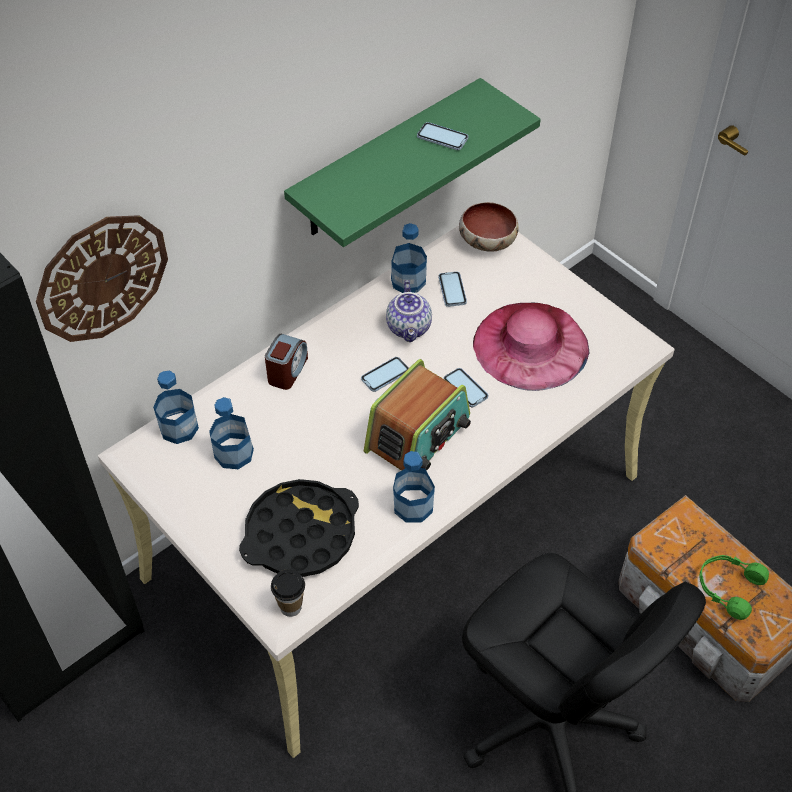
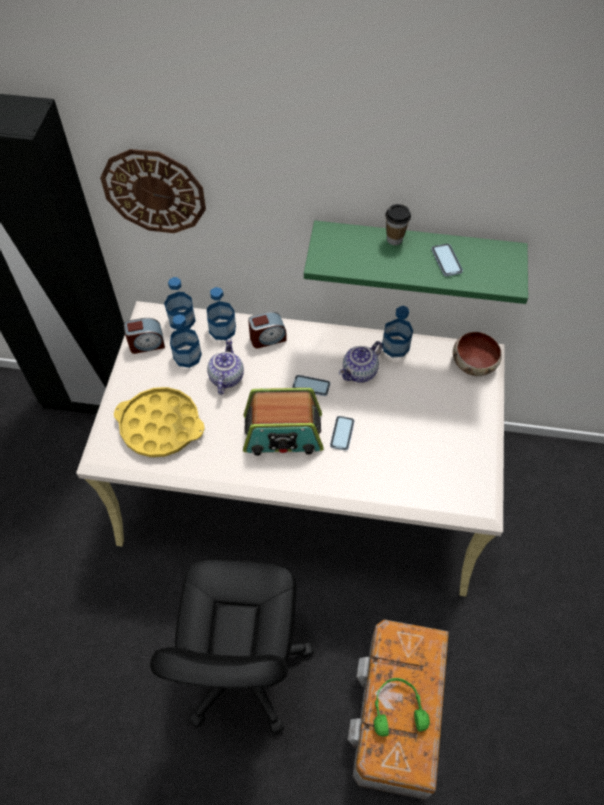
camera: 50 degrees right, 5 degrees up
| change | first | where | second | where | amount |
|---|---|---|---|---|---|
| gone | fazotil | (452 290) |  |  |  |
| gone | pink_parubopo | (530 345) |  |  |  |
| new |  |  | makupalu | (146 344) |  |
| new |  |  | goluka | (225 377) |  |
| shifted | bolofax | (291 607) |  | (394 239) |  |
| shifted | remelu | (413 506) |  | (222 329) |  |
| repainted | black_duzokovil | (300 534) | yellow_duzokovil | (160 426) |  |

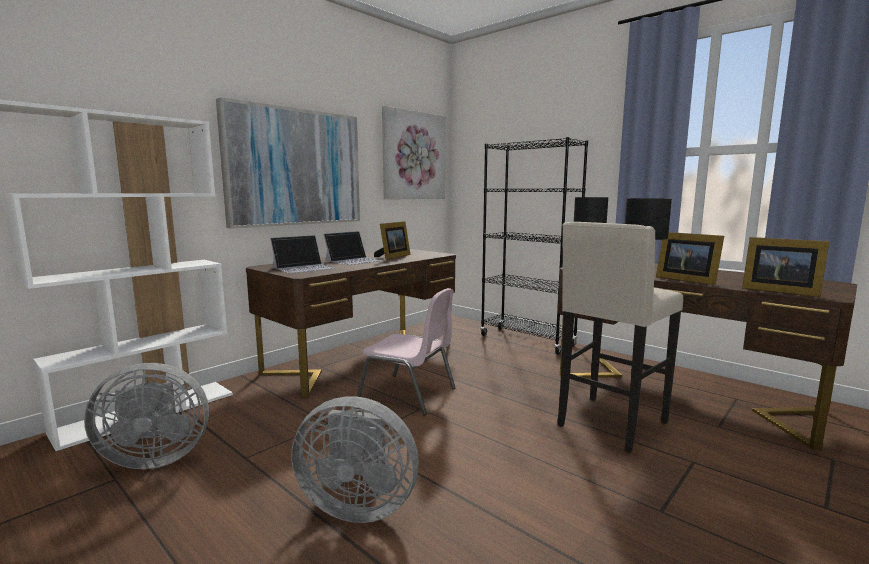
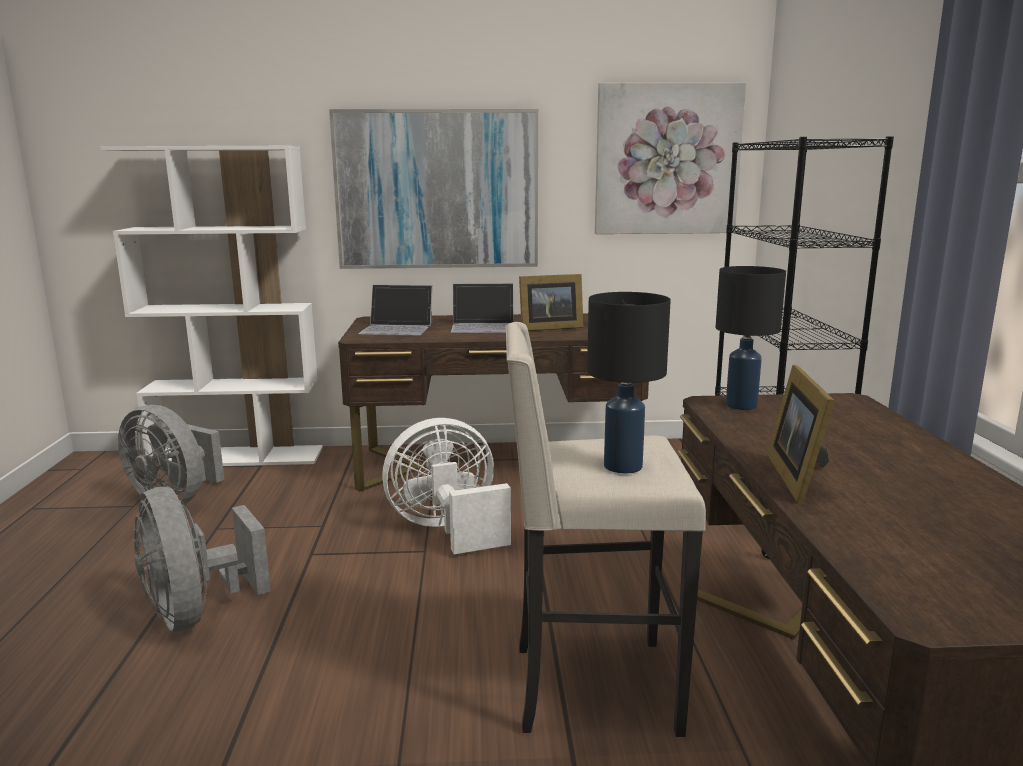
camera: 45 degrees right, 5 degrees up
| change | first | where | second | where | amount |
|---|---|---|---|---|---|
| gone | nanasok | (777 291) |  |  |  |
| swapped | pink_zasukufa | (409 394) | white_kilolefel | (448 529) |  |

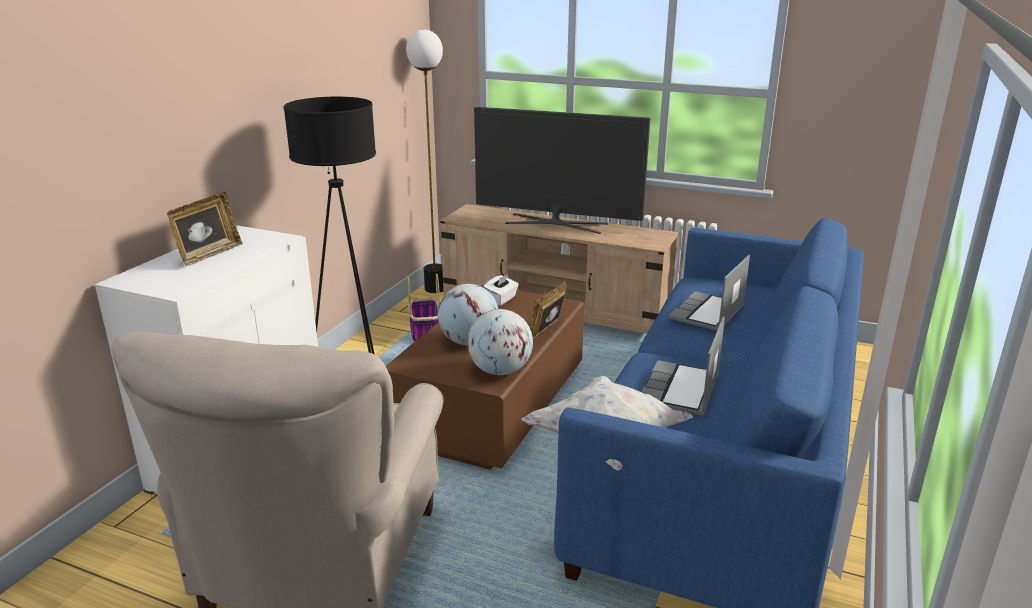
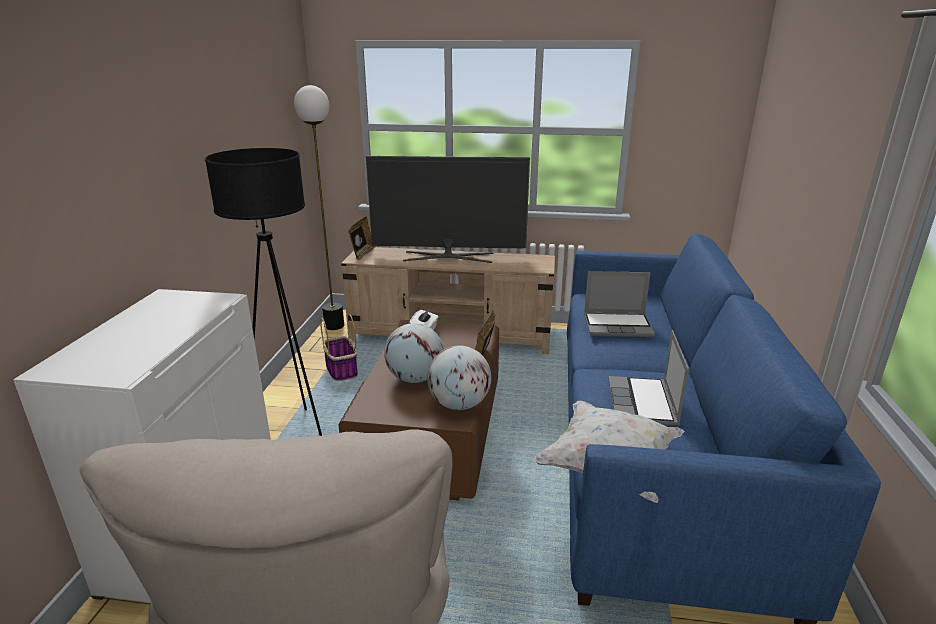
camera: 15 degrees left, 0 degrees up
| change | first | where | second | where | amount |
|---|---|---|---|---|---|
| shifted | nanasok | (209 254) |  | (362 254) |  |
| rotated | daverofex | (707 314) |  | (618 325) | 105 degrees counterclockwise |

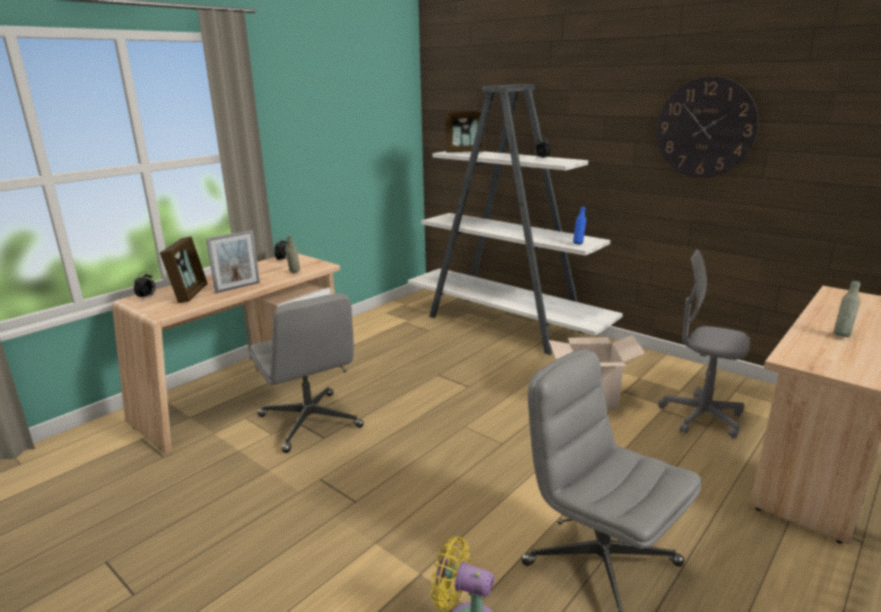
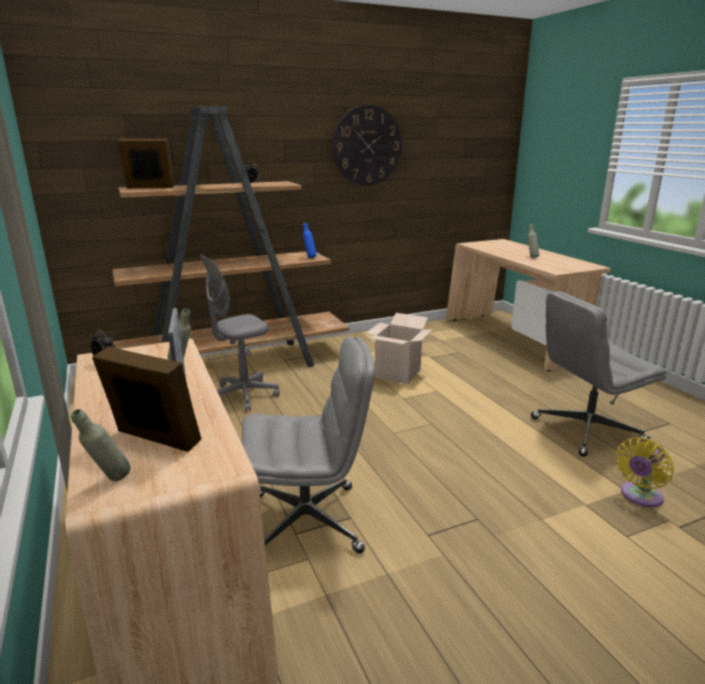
camera: 65 degrees left, 0 degrees up
| change | first | where | second | where | amount |
|---|---|---|---|---|---|
| shifted | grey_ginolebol | (701 417) |  | (243 395) |  |
| swapped | makupalu | (147 297) | grey_remelu | (109 482) |  |
| repainted | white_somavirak | (506 325) | brown_somavirak | (233 365) |  |
| rotated | nanasok | (465 152) |  | (149 188) | 120 degrees counterclockwise |

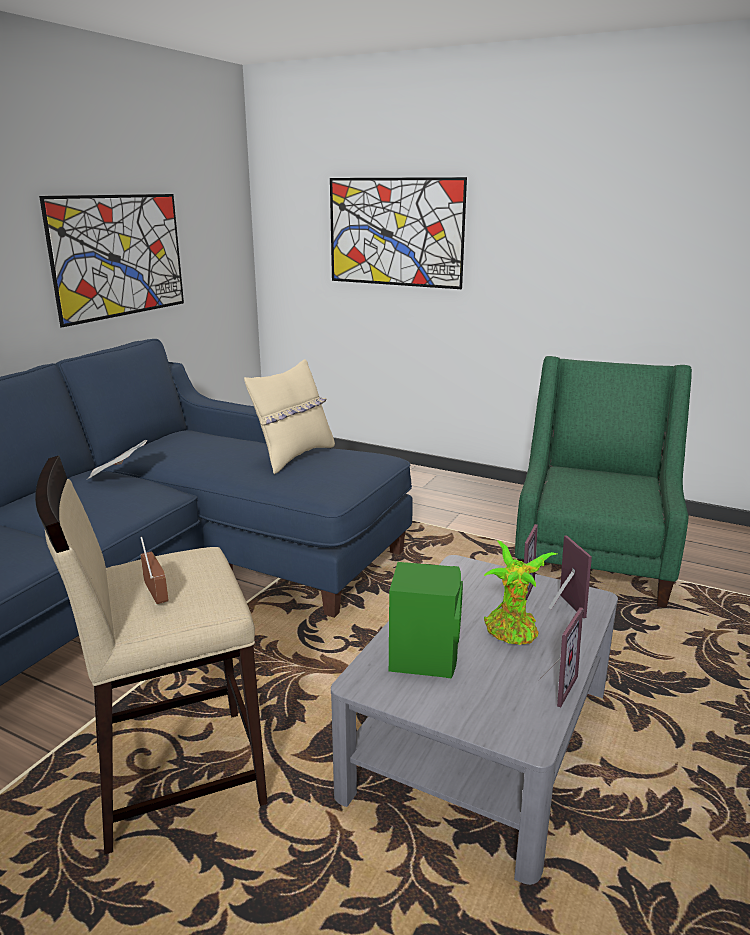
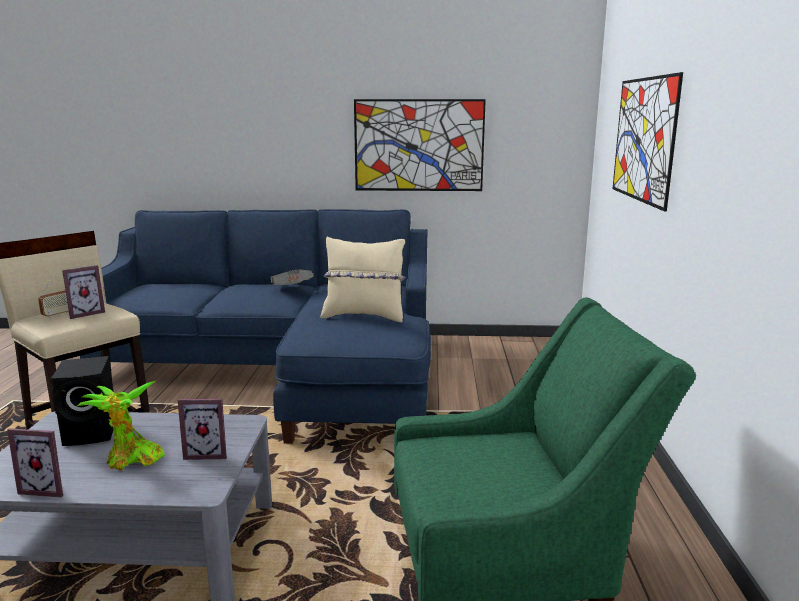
camera: 65 degrees right, 5 degrees down
| change | first | where | second | where | amount |
|---|---|---|---|---|---|
| shifted | nanasok | (562 607) |  | (85 313) |  |
| repainted | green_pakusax | (424 656) | black_pakusax | (93 432) |  |

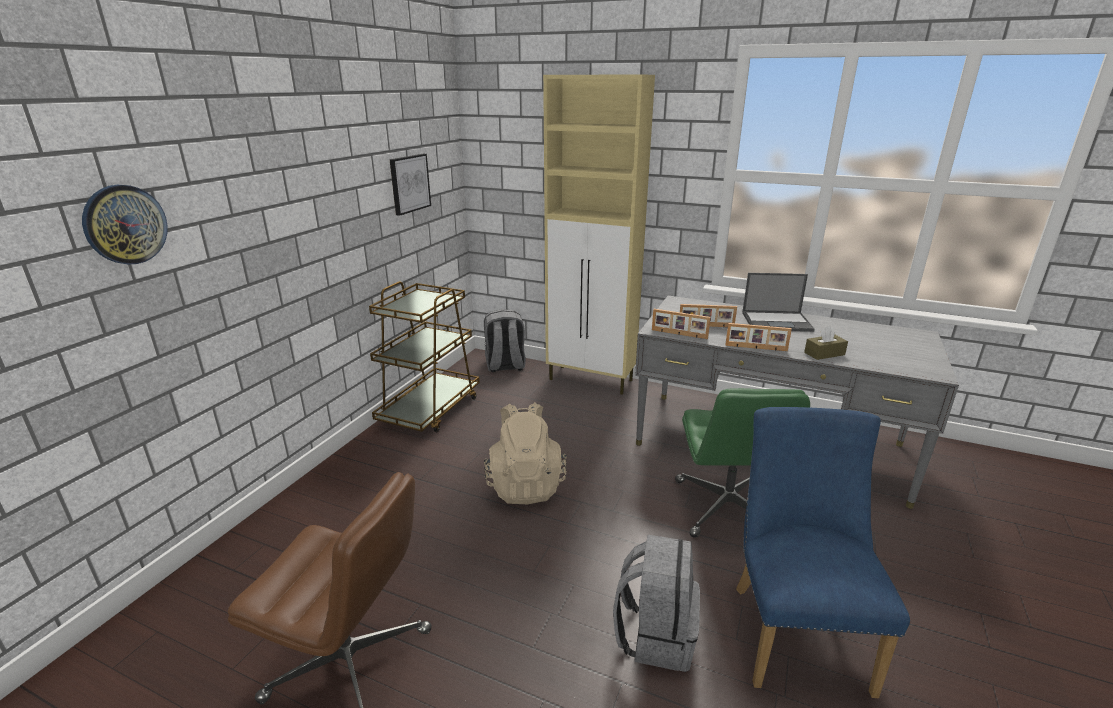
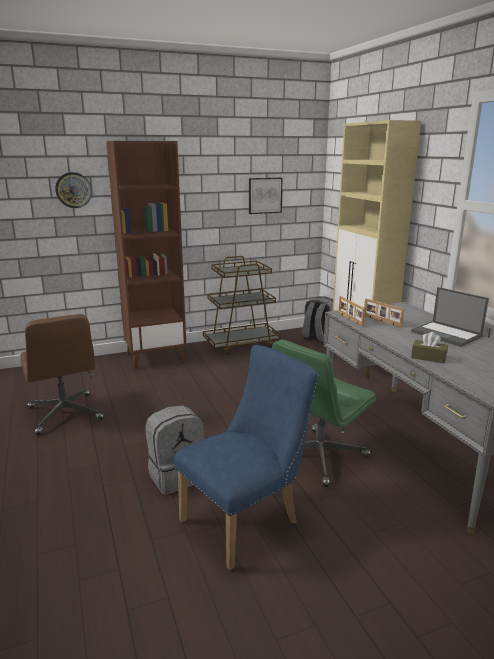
camera: 45 degrees right, 5 degrees down
| change | first | where | second | where | amount |
|---|---|---|---|---|---|
| gone | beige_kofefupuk | (525 485) |  |  |  |
| gone | nanasok | (756 348) |  |  |  |
| new |  |  | brown_somavirak | (156 357) |  |

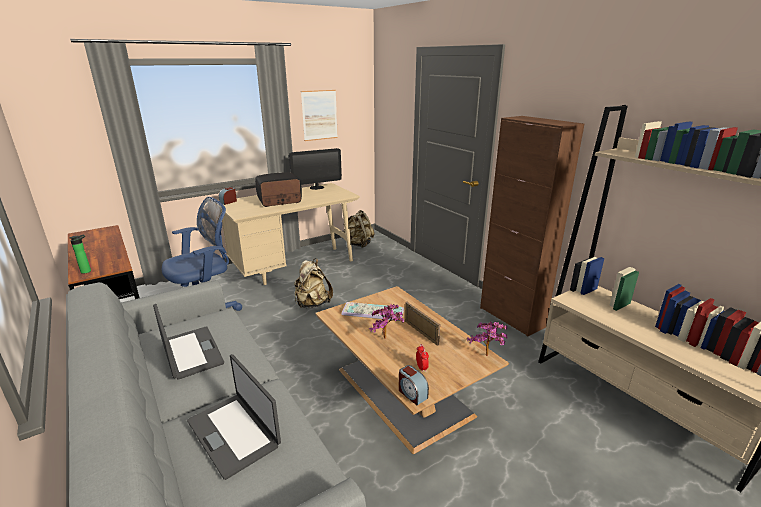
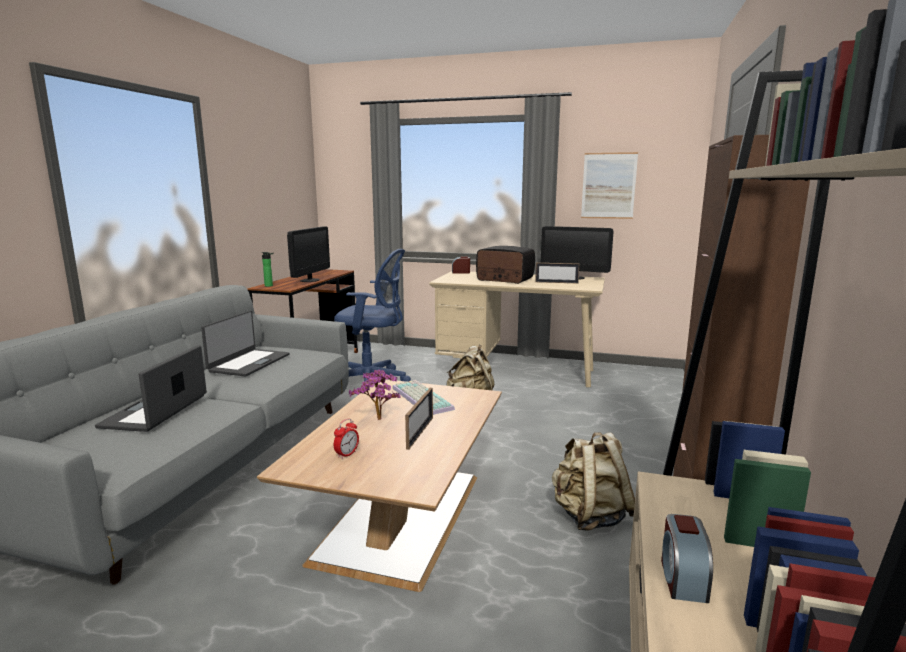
camera: 50 degrees right, 10 degrees down
| change | first | where | second | where | amount |
|---|---|---|---|---|---|
| gone | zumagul | (487 357) |  |  |  |
| new |  |  | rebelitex | (310 280) |  |
| new |  |  | nanasok | (556 282) |  |
| shifted | beige_kofefupuk | (358 244) |  | (589 516) |  |
| shifted | makupalu | (412 394) |  | (682 578) |  |

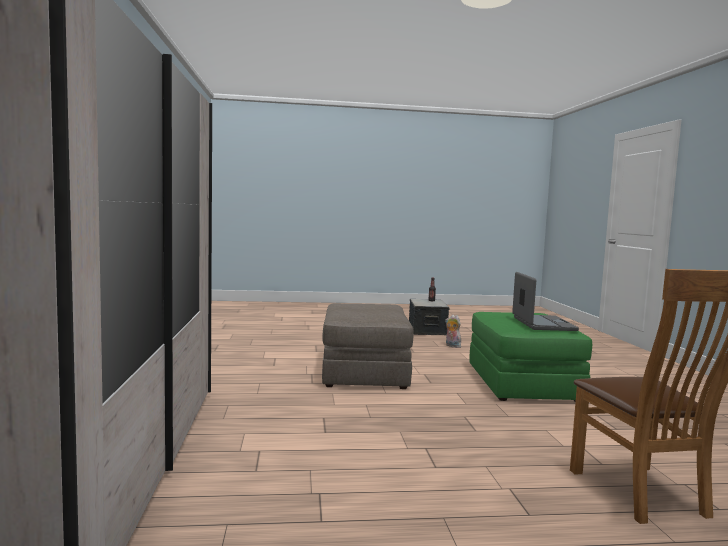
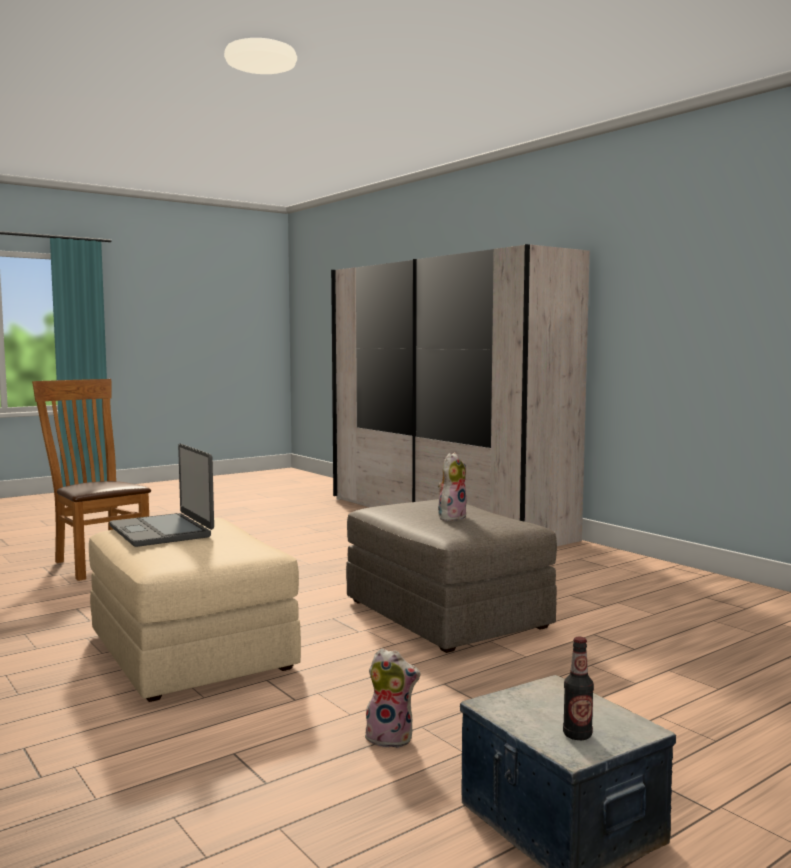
camera: 150 degrees right, 0 degrees up
| change | first | where | second | where | amount |
|---|---|---|---|---|---|
| new |  |  | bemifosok | (451 517) |  |
| repainted | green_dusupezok | (522 383) | beige_dusupezok | (191 651) |  |

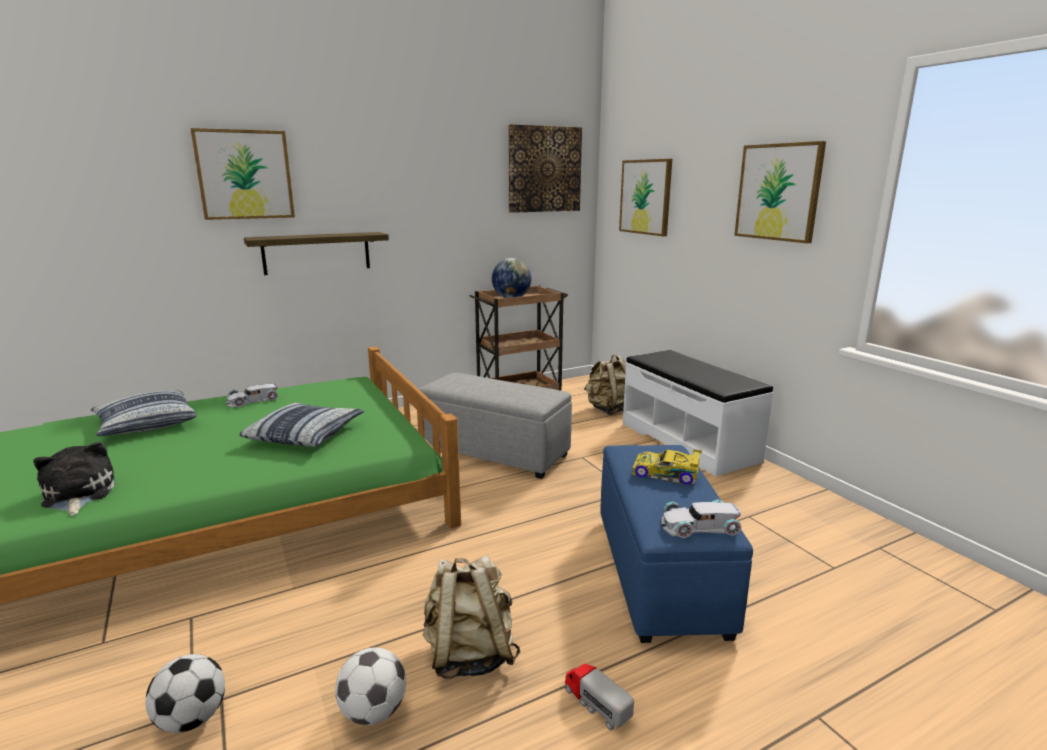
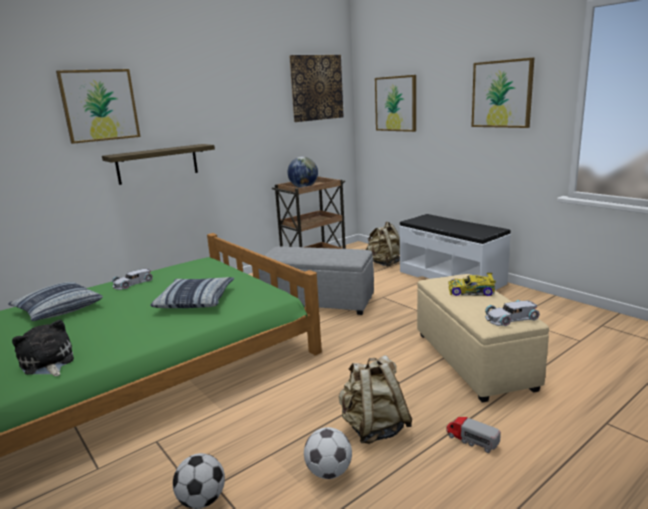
camera: 10 degrees left, 0 degrees up
| change | first | where | second | where | amount |
|---|---|---|---|---|---|
| repainted | blue_dusupezok | (660 573) | beige_dusupezok | (473 360) |  |

